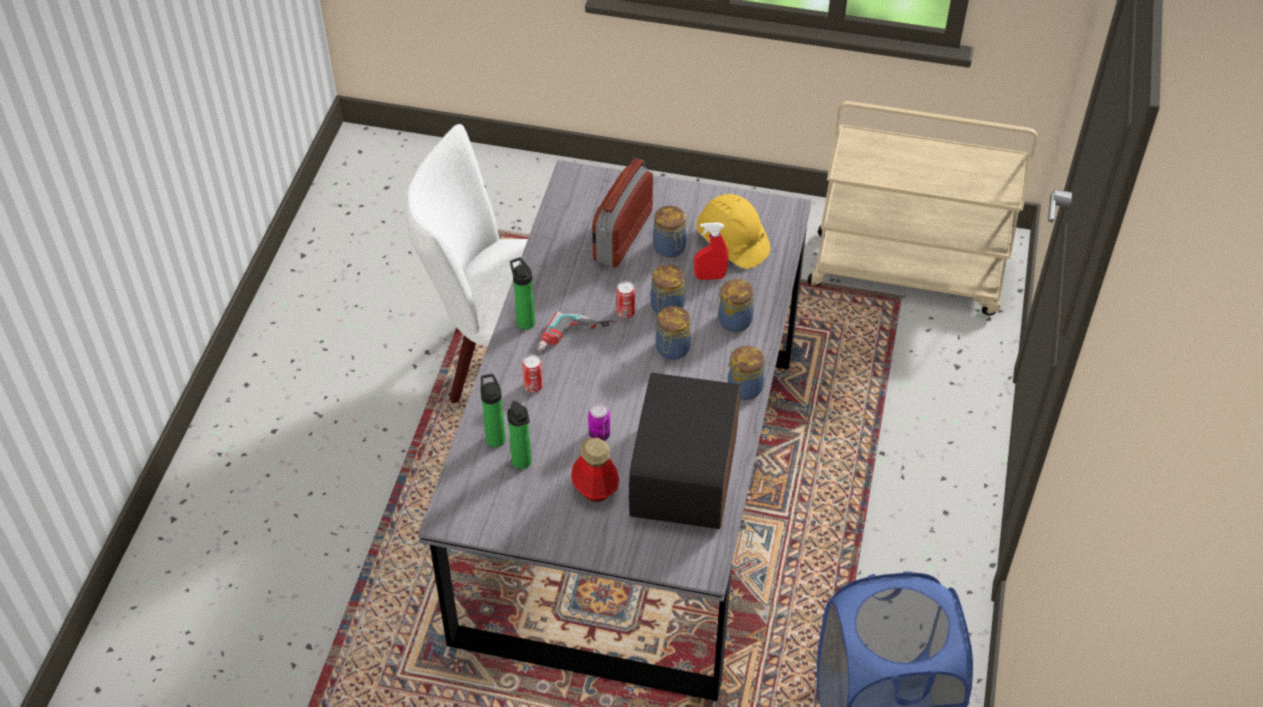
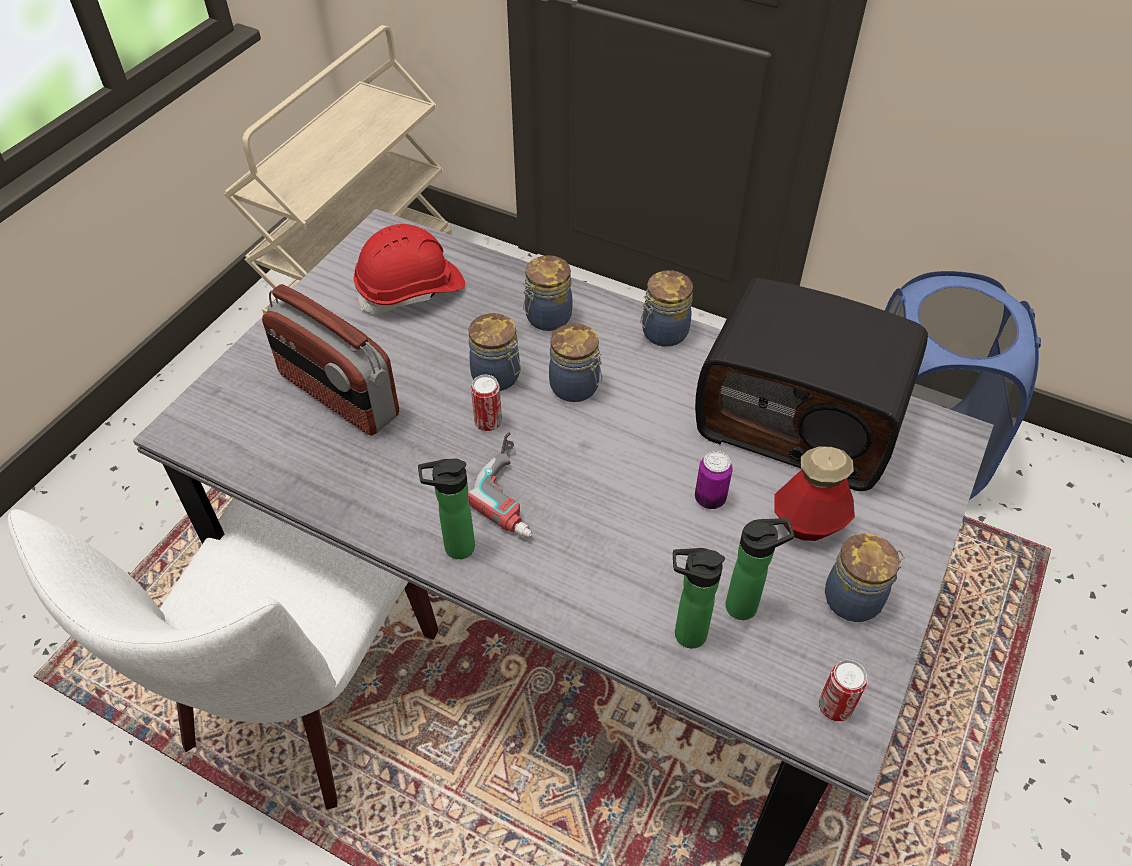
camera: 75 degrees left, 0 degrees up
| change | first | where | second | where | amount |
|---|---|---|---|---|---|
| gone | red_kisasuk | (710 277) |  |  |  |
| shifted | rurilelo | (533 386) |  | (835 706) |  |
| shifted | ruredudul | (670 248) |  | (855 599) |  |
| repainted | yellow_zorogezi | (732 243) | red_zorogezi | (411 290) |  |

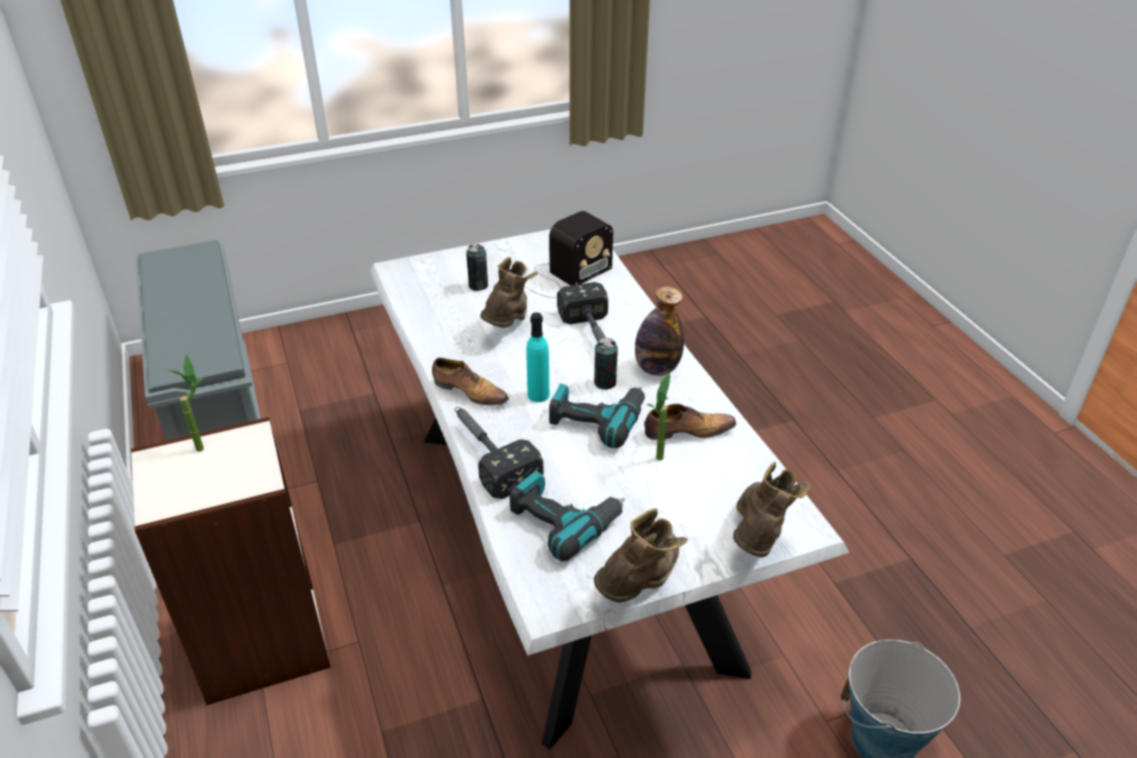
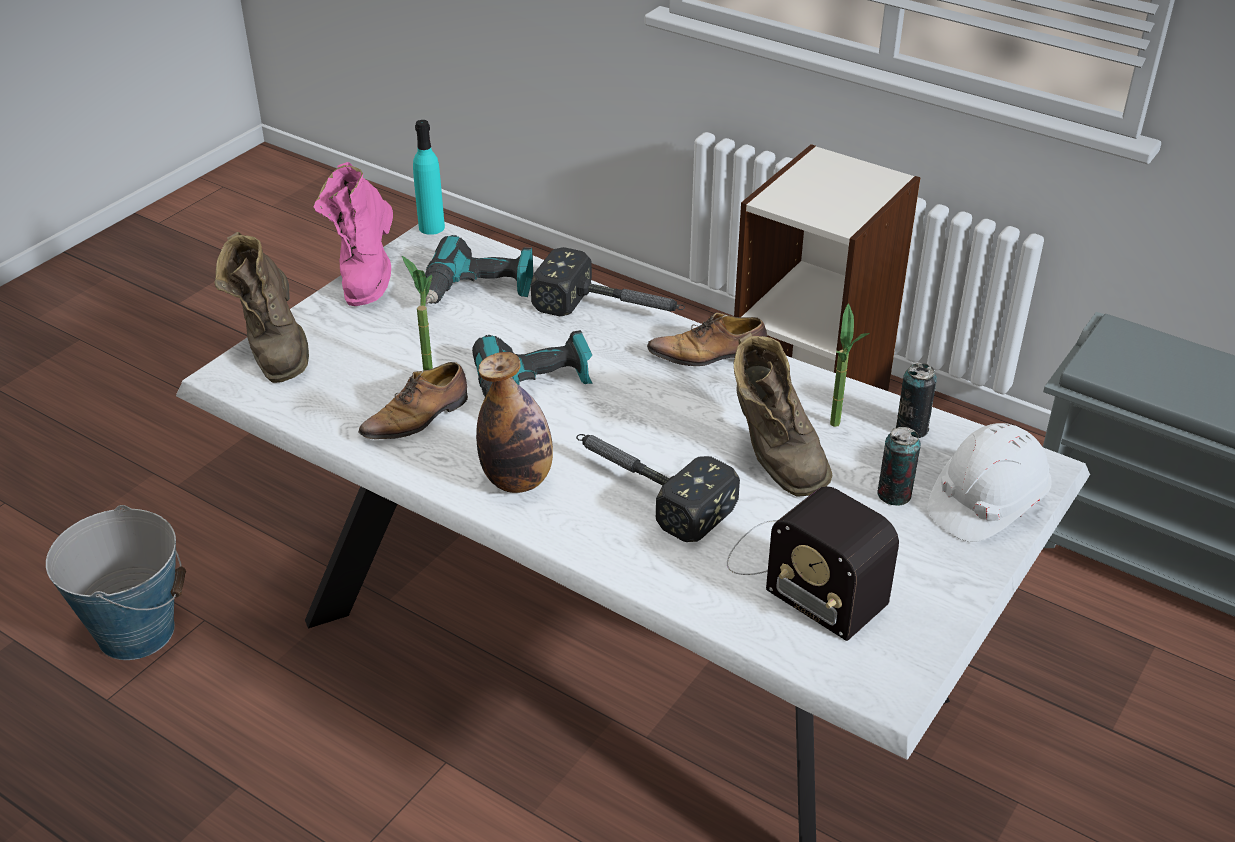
camera: 145 degrees right, 0 degrees up
| change | first | where | second | where | amount |
|---|---|---|---|---|---|
| new |  |  | white_zorogezi | (986 503) |  |
| shifted | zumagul | (205 444) |  | (838 430) |  |
| shifted | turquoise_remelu | (538 395) |  | (431 227) |  |
| shifted | rurilelo | (605 383) |  | (911 429) |  |
| repainted | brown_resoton | (641 584) | pink_resoton | (366 275) |  |
| rotated | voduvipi | (563 276) |  | (802 573) | 60 degrees counterclockwise |

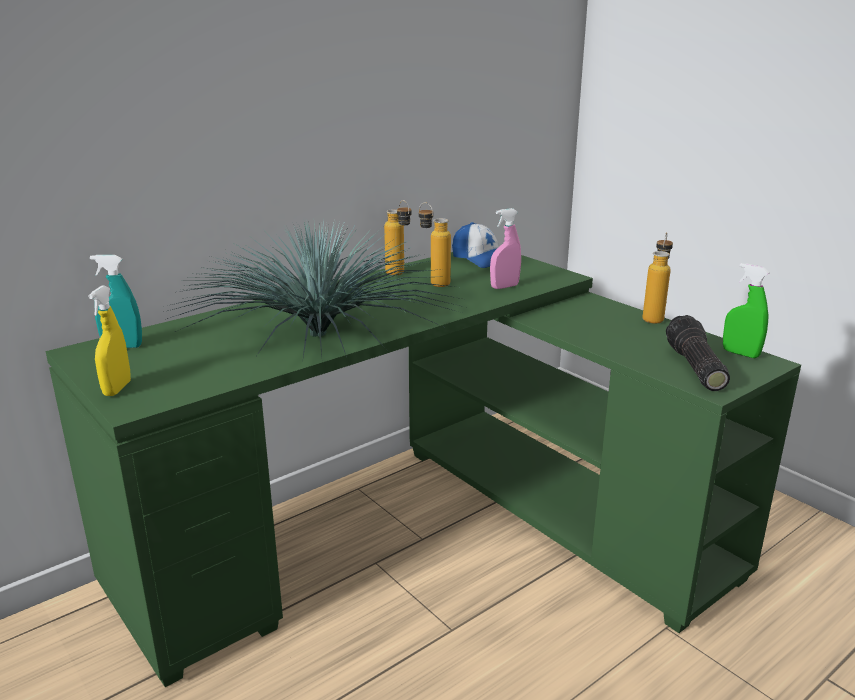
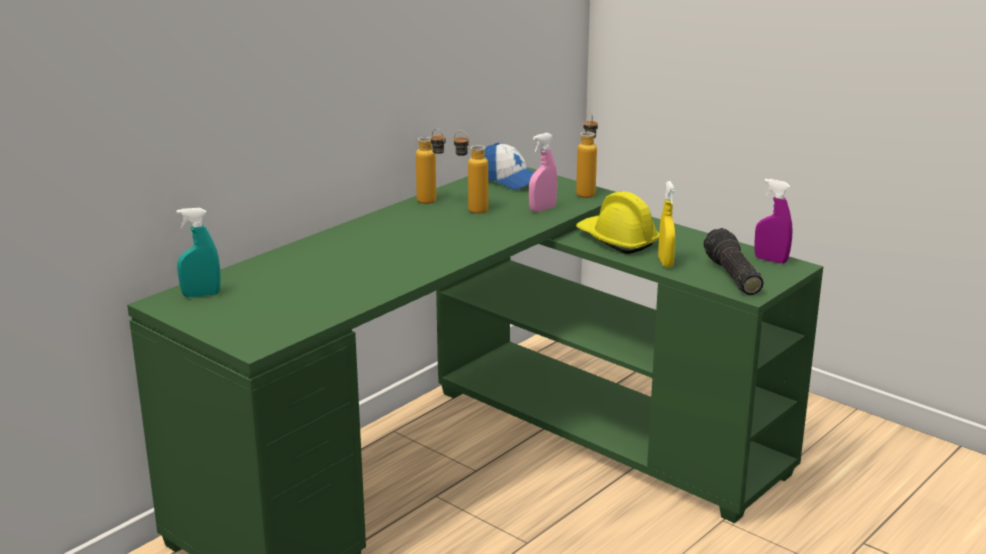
camera: 10 degrees left, 0 degrees up
| change | first | where | second | where | amount |
|---|---|---|---|---|---|
| gone | zumagul | (320 334) |  |  |  |
| new |  |  | yellow_zorogezi | (617 240) |  |
| shifted | yellow_kisasuk | (117 389) |  | (665 262) |  |
| shifted | remelu | (654 317) |  | (587 192) |  |
| repainted | green_kisasuk | (740 353) | purple_kisasuk | (770 260) |  |

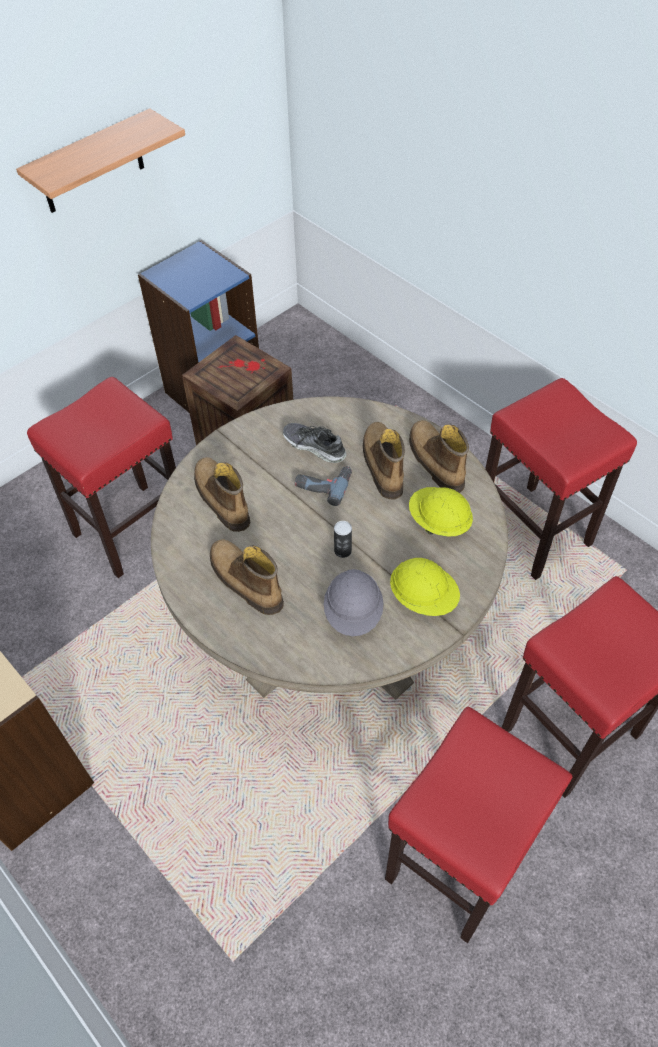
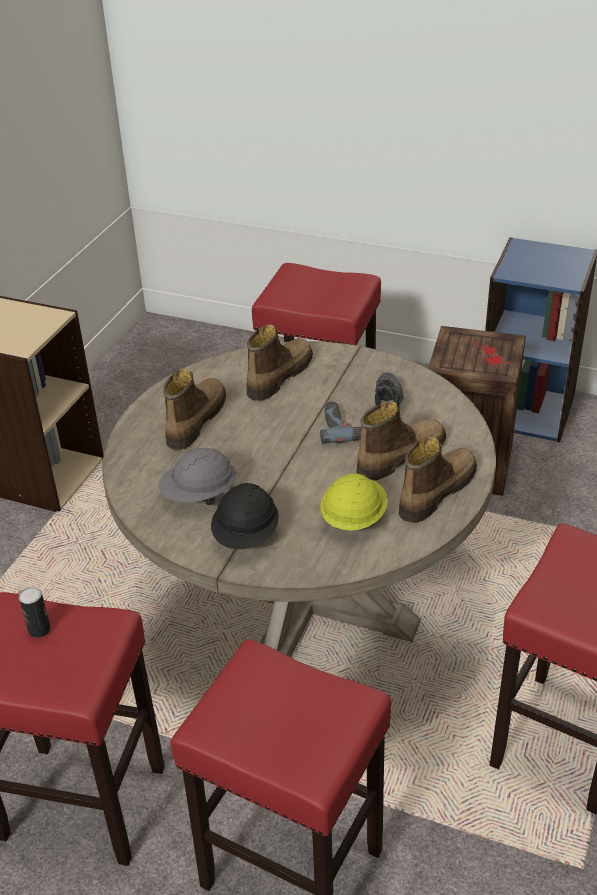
camera: 65 degrees right, 15 degrees down
| change | first | where | second | where | amount |
|---|---|---|---|---|---|
| gone | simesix | (91 163) |  |  |  |
| shifted | rurilelo | (342 551) |  | (39 629) |  |
| repainted | yellow_zorogezi | (423 598) | black_zorogezi | (246 536) |  |

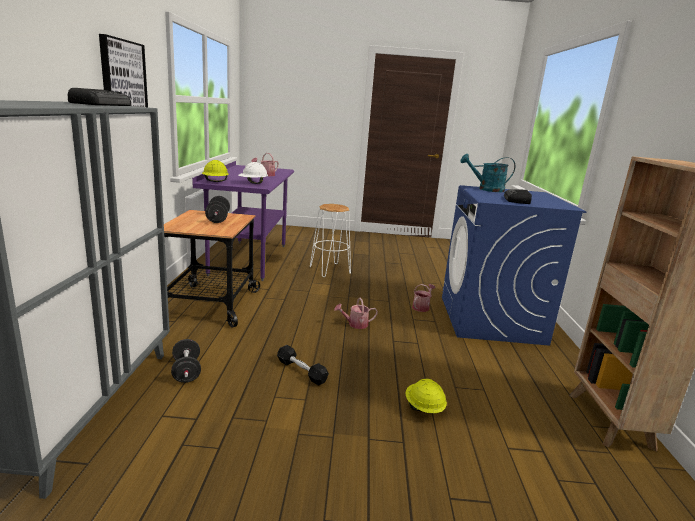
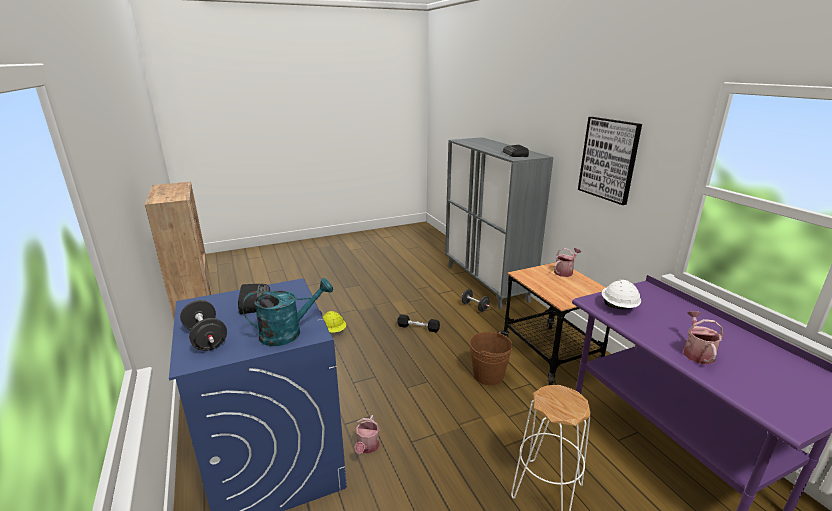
camera: 155 degrees right, 5 degrees up
| change | first | where | second | where | amount |
|---|---|---|---|---|---|
| gone | yellow_zorogezi | (215 182) |  |  |  |
| new |  |  | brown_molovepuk | (488 375) |  |
| shifted | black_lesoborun | (218 219) |  | (206 338) |  |
| shifted | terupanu | (355 324) |  | (565 272) |  |

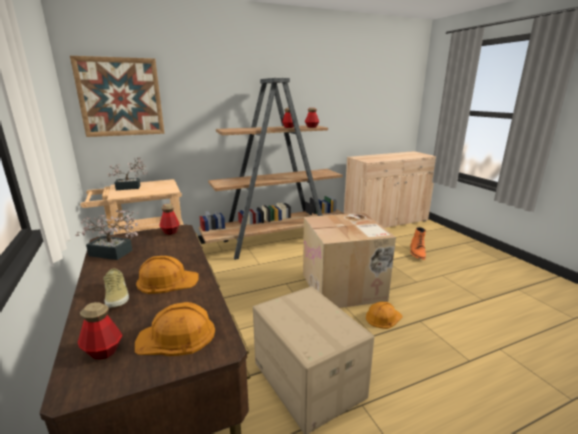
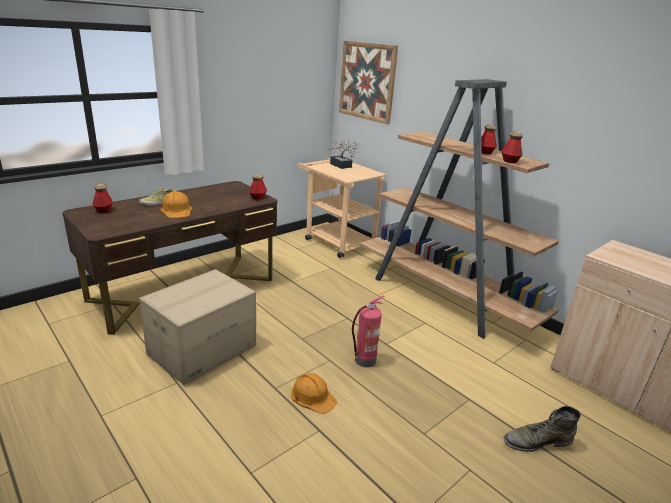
camera: 70 degrees right, 5 degrees up
| change | first | where | second | where | amount |
|---|---|---|---|---|---|
| gone | zumagul | (114 254) |  |  |  |
| gone | orange_zorogezi | (177 336) |  |  |  |
| swapped | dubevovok | (344 287) | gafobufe | (364 360) |  |
| repainted | orange_resoton | (417 252) | green_resoton | (536 441) |  |

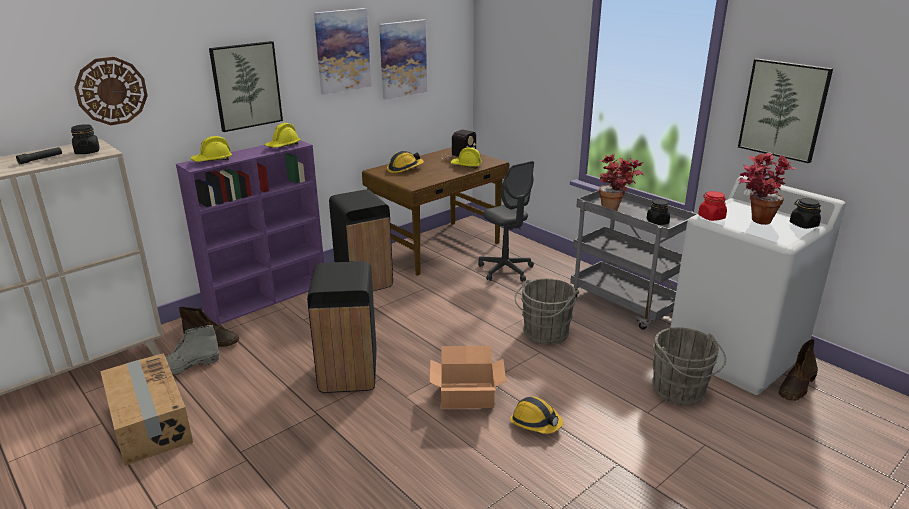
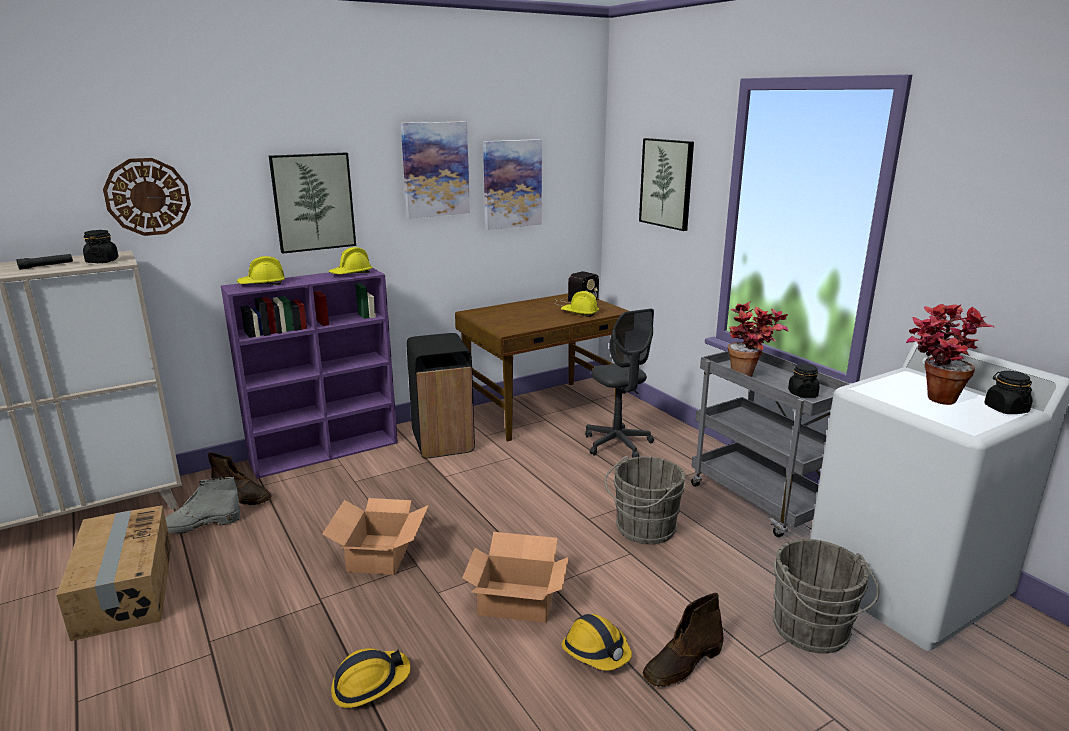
camera: 10 degrees right, 5 degrees down
| change | first | where | second | where | amount |
|---|---|---|---|---|---|
| gone | red_ruredudul | (711 217) |  |  |  |
| shifted | zorogezi | (404 168) |  | (370 683) |  |
| shifted | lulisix | (783 109) |  | (667 183) |  |
| shifted | brown_resoton | (796 387) |  | (682 664) |  |
| swapped | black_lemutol | (347 374) | dubevovok | (379 554) |  |

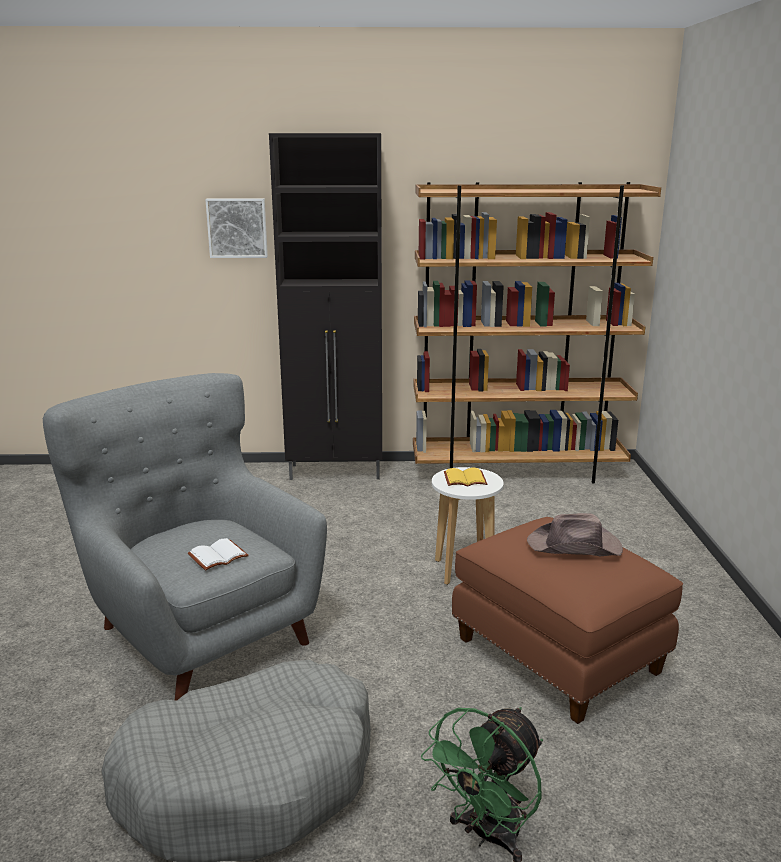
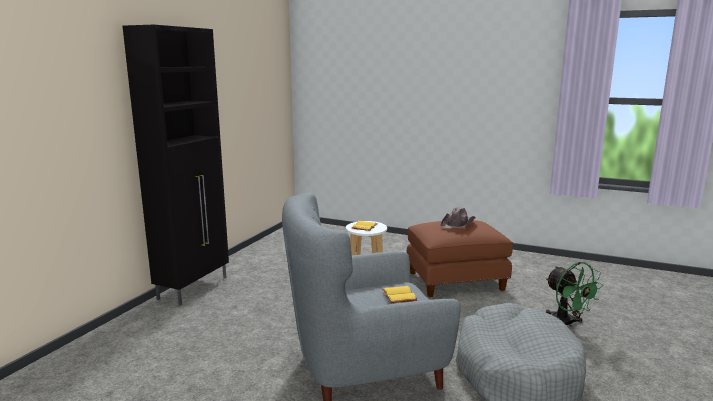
camera: 65 degrees left, 5 degrees down
| change | first | where | second | where | amount |
|---|---|---|---|---|---|
| gone | lulisix | (237 228) |  |  |  |
| gone | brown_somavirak | (517 472) |  |  |  |
| repainted | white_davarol | (218 557) | yellow_davarol | (400 296) |  |

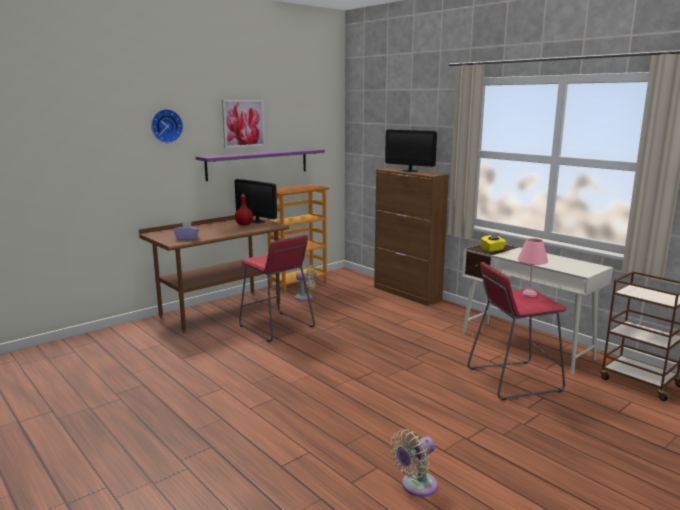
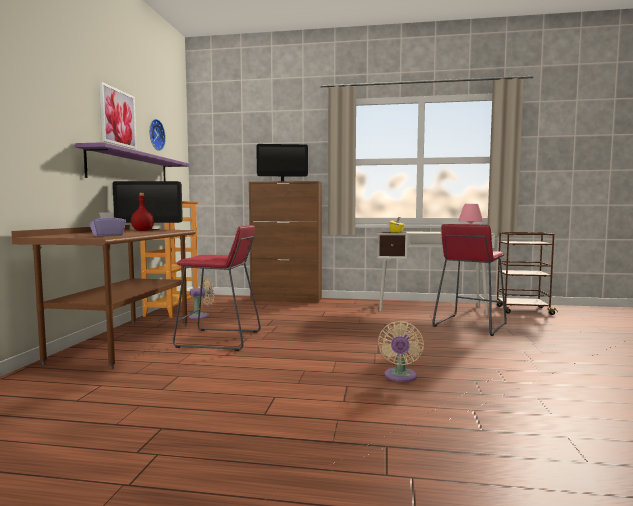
camera: 40 degrees left, 10 degrees down
| change | first | where | second | where | amount |
|---|---|---|---|---|---|
| shifted | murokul | (166 126) |  | (155 135) |  |
| shifted | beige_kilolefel | (416 486) |  | (400 377) |  |

